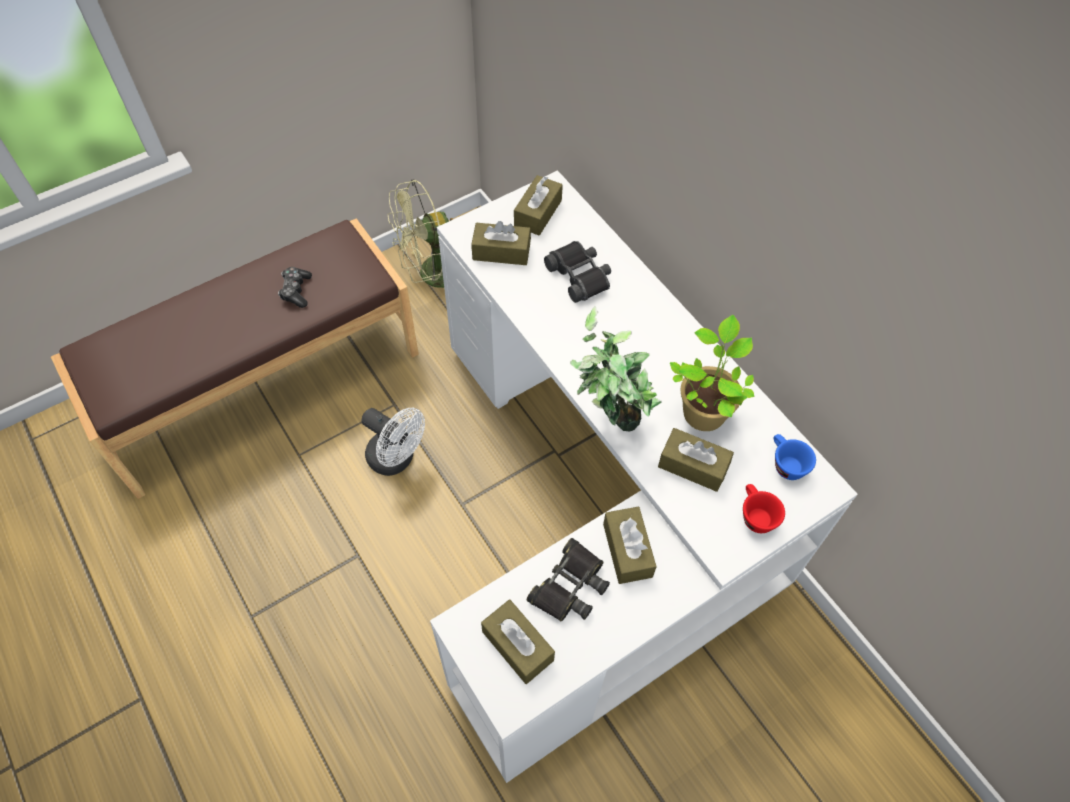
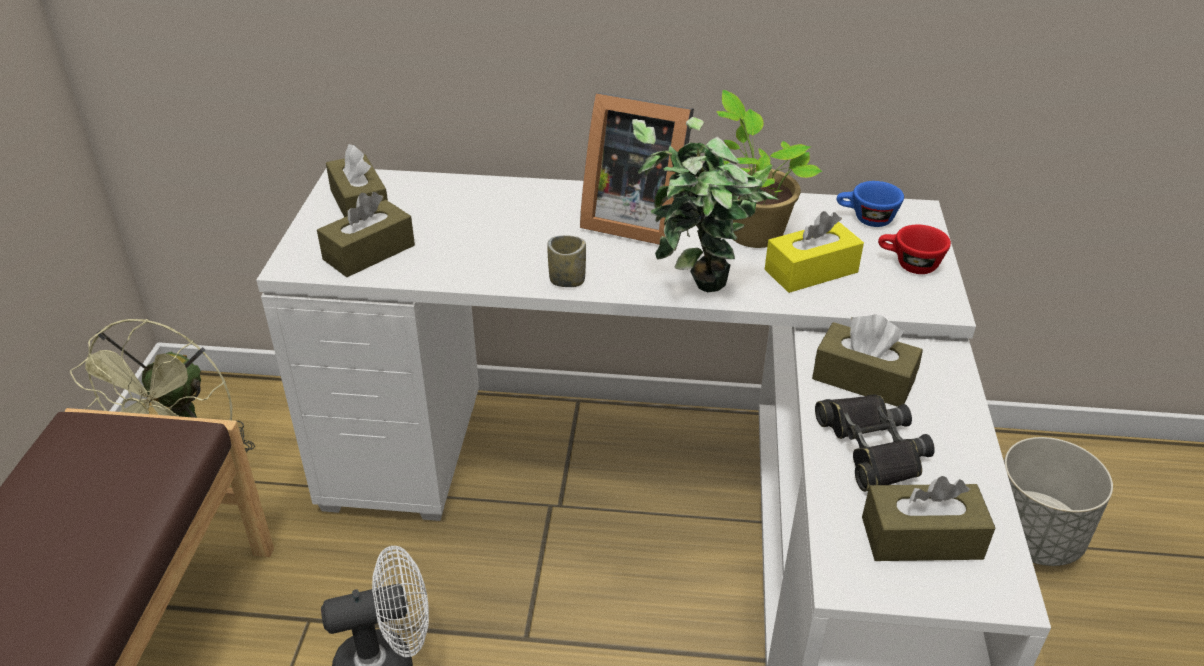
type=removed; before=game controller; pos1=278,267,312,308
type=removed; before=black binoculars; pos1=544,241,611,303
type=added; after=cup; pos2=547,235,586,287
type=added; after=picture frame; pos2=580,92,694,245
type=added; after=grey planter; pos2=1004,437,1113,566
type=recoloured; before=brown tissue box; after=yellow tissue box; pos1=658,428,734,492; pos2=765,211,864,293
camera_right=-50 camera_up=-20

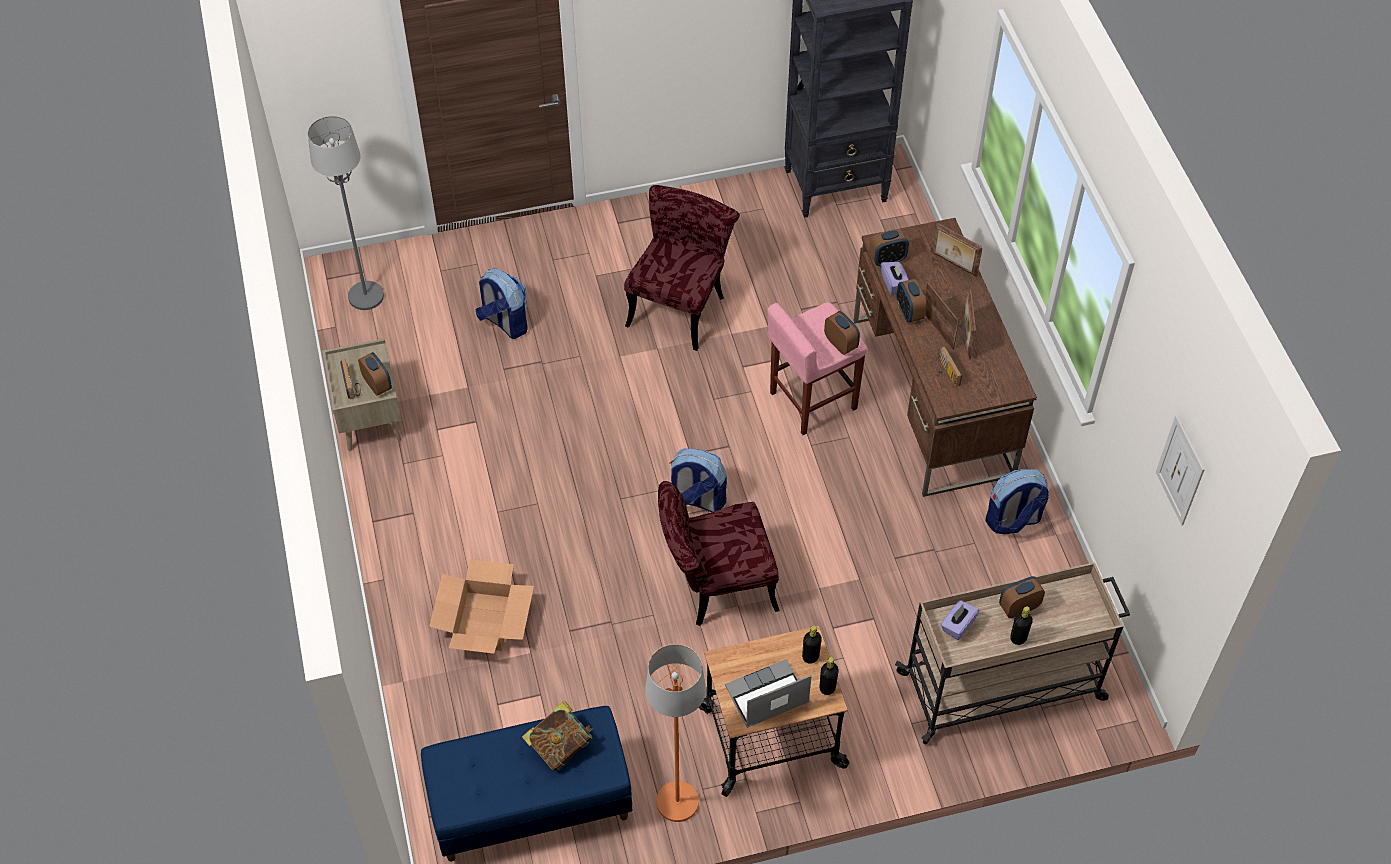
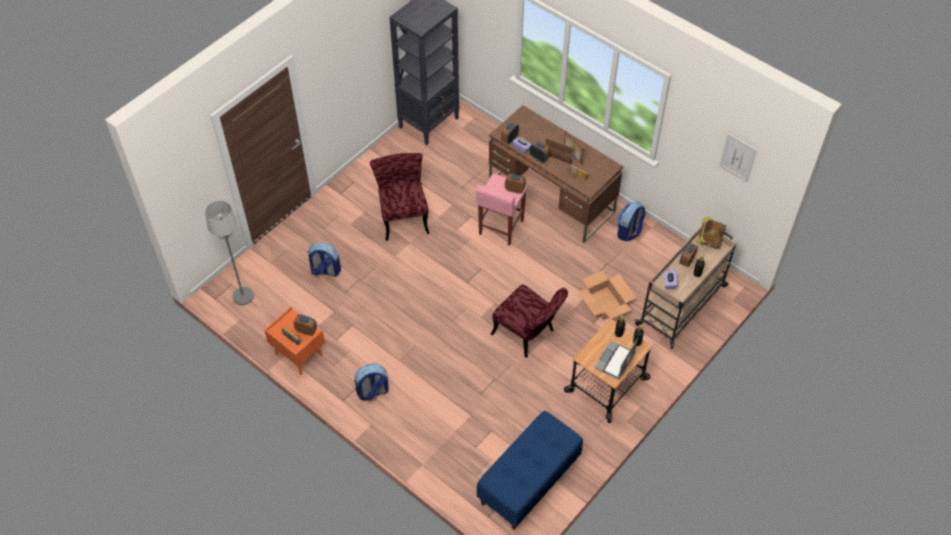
type=removed; before=orange floor lamp; pos1=645,644,706,822
type=removed; before=picture frame; pos1=931,222,983,277
type=moved; before=cardboard box; pos1=429,559,534,654; pos2=578,270,637,320
type=moved; before=book; pos1=522,701,592,771; pos2=696,217,726,249
type=moved; before=backpack; pos1=669,449,727,512; pos2=354,363,388,401
type=recoloured; before=beige nightstand; after=orange nightstand; pos1=322,338,402,451; pos2=264,307,325,375
type=turned; before=red chair; pos1=658,481,780,626; pos2=491,284,568,358; turn=-90
camera_right=-35 camera_up=0

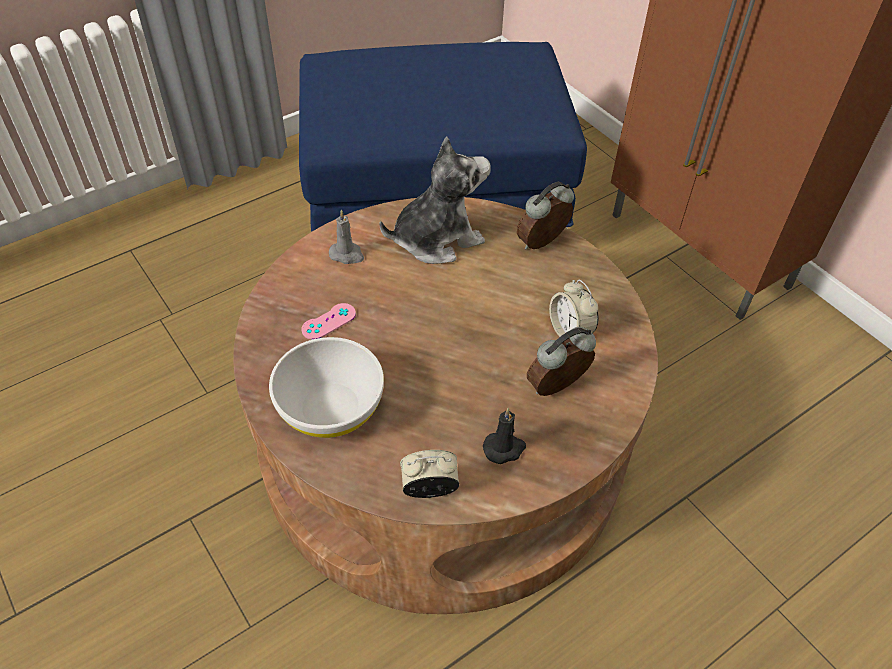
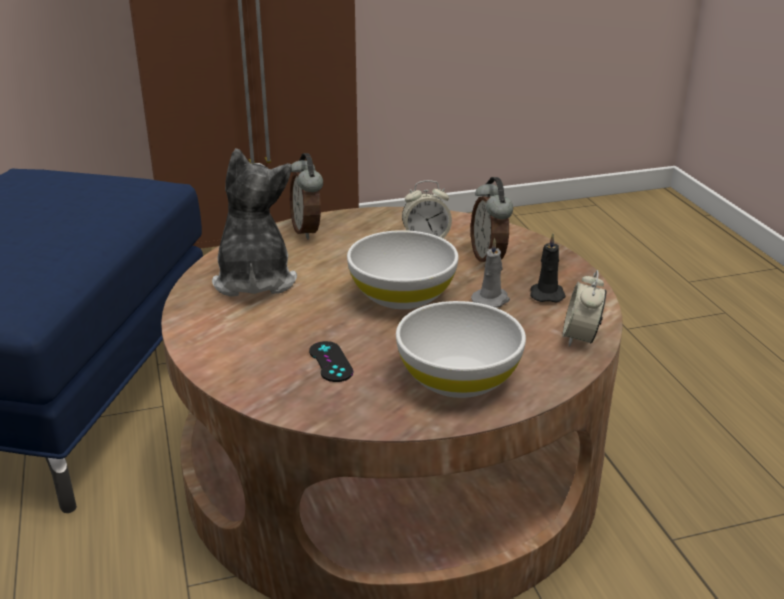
type=added; after=white bowl; pos2=347,230,459,309
type=moved; before=grey candle; pos1=329,209,364,264; pos2=471,238,510,308
type=recoloured; before=pink game controller; after=black game controller; pos1=301,303,356,340; pos2=309,341,353,382
camera_right=-70 camera_up=-20

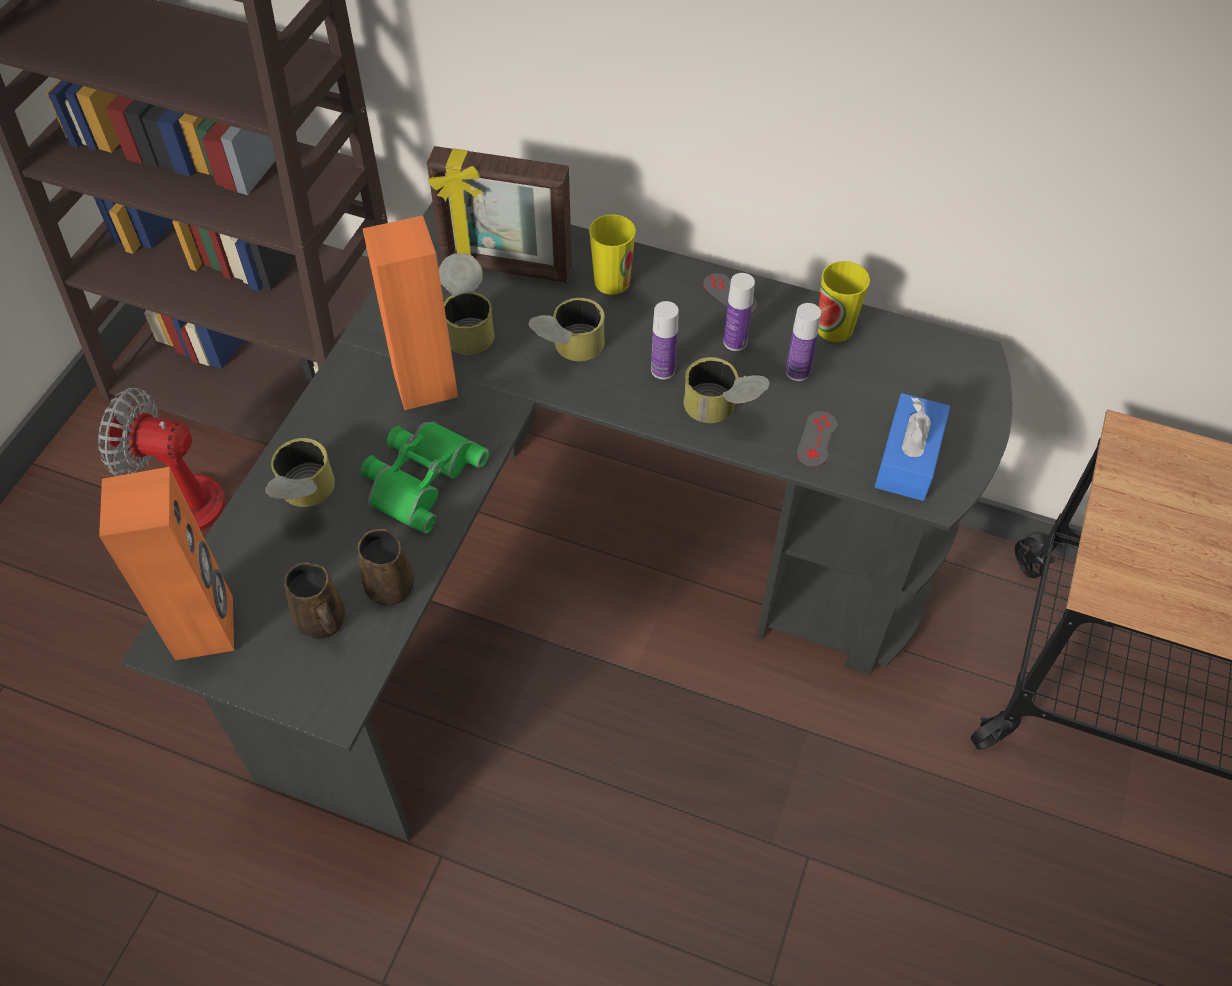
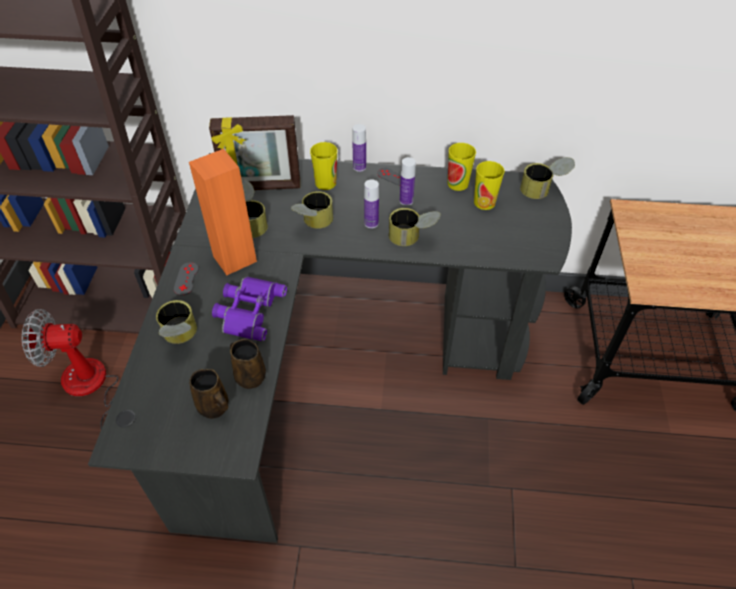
type=removed; before=orange speaker; pos1=99,467,234,661
type=removed; before=blue tissue box; pos1=875,393,950,501
type=added; after=cup; pos2=474,161,505,210
type=added; after=can; pos2=520,157,575,199
type=moved; before=bottle; pos1=786,303,821,381; pos2=352,124,366,172
type=moved; before=grey game controller; pos1=797,411,838,467; pos2=174,262,199,296
type=recoloured; before=green binoculars; after=purple binoculars; pos1=360,422,490,534; pos2=212,277,287,341
camera_right=-15 camera_up=-5

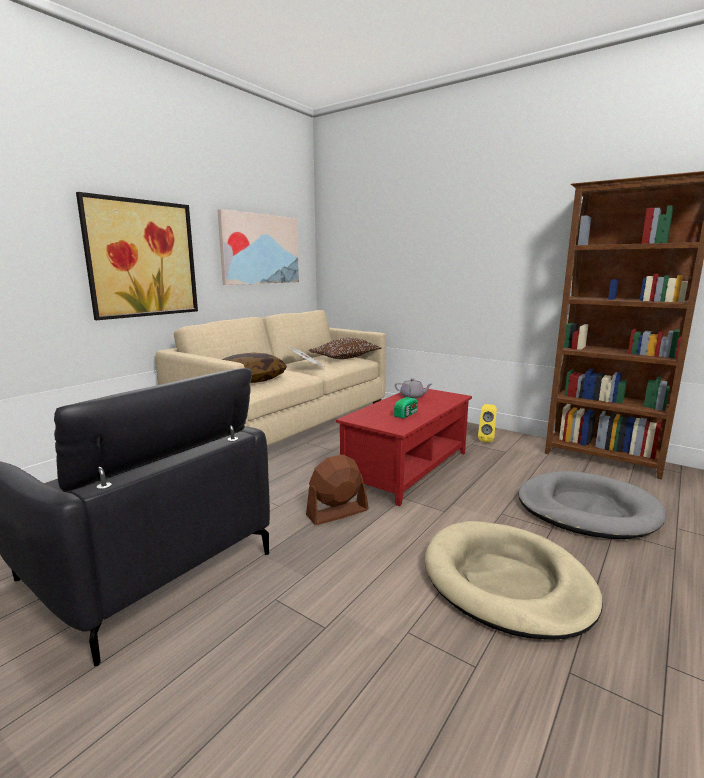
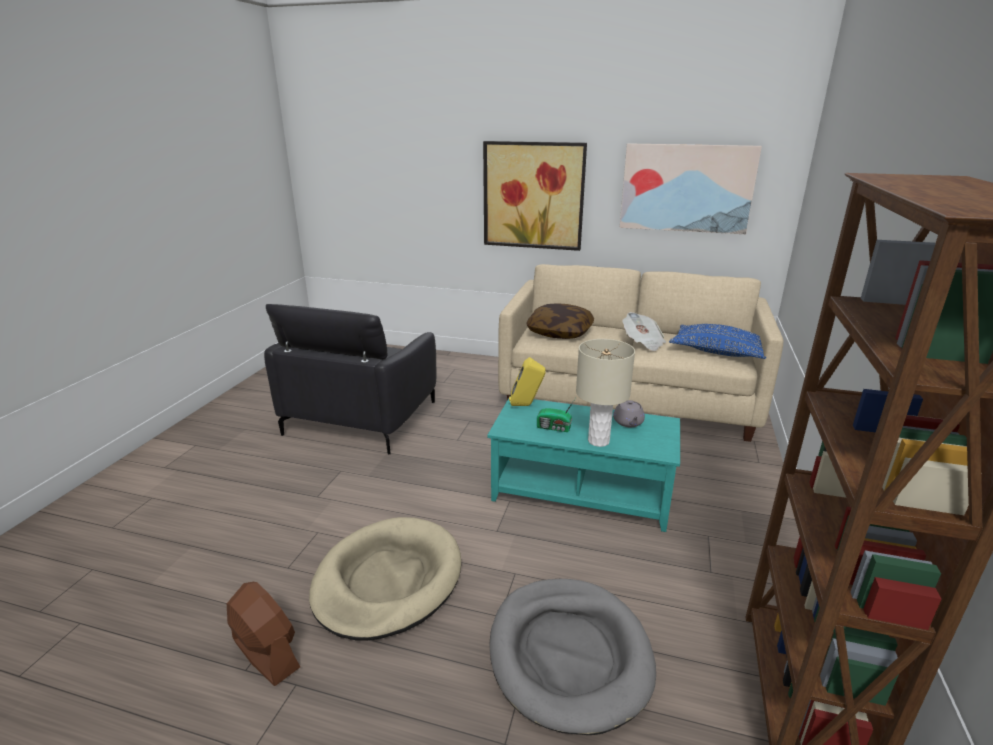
type=added; after=beige table lamp; pos2=576,339,635,447
type=moved; before=brown fan; pos1=306,455,369,525; pos2=227,582,300,686
type=moved; before=yellow speaker; pos1=478,404,497,442; pos2=509,357,546,406
type=recoloured; before=brown pillow; after=blue pillow; pos1=309,338,382,359; pos2=669,324,766,359
type=recoloured; before=red coffee table; after=turquoise coffee table; pos1=336,388,472,506; pos2=487,396,680,532
camera_right=70 camera_up=10

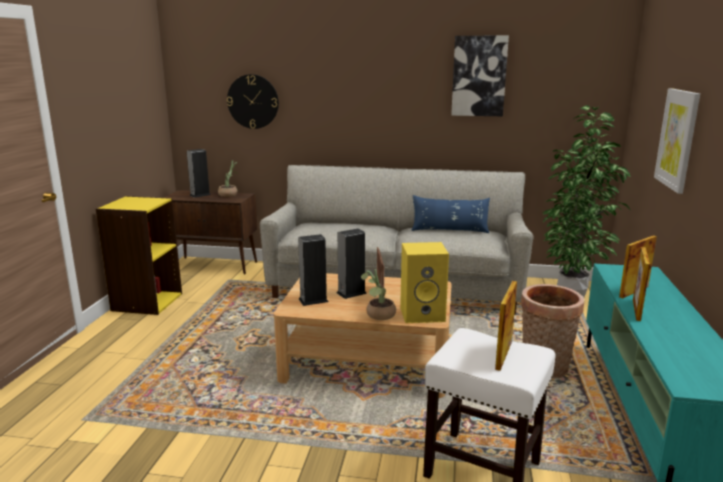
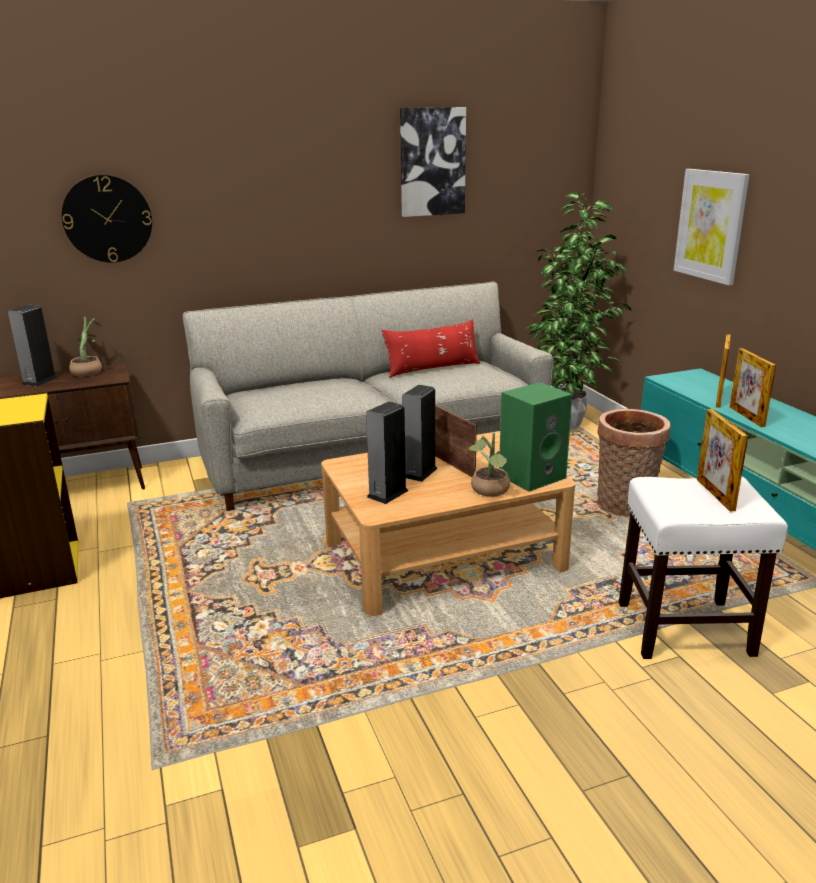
type=recoloured; before=yellow speaker; after=green speaker; pos1=400,242,449,323; pos2=499,382,572,492
type=recoloured; before=blue pillow; after=red pillow; pos1=411,195,490,233; pos2=382,319,480,378
camera_right=-30 camera_up=5

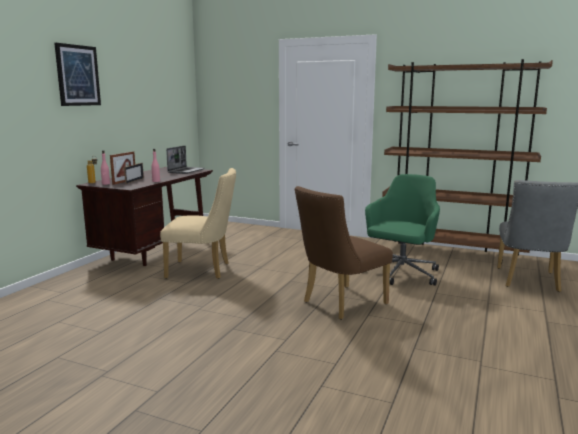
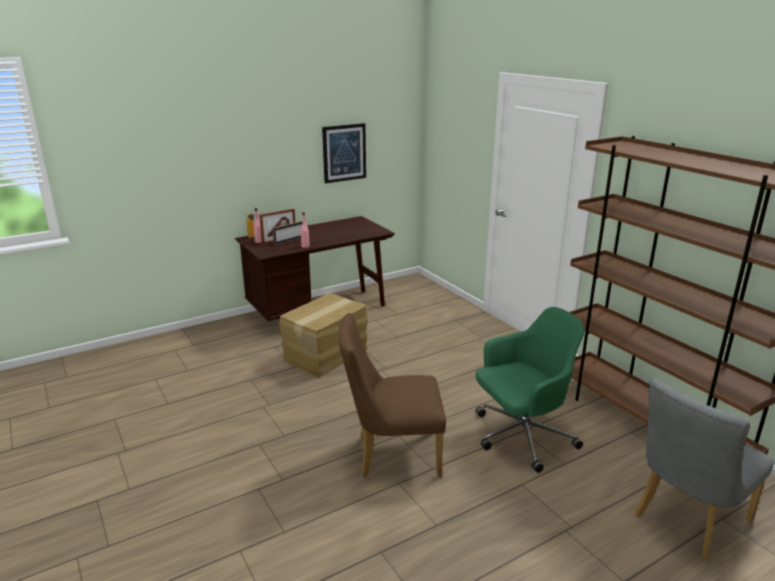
type=removed; before=laptop; pos1=166,146,205,174
type=moved; before=picture; pos1=54,43,101,106; pos2=322,123,366,183
type=replaced; before=beige chair; after=cardboard box; pos1=160,168,236,279; pos2=279,293,368,377
camera_right=35 camera_up=10

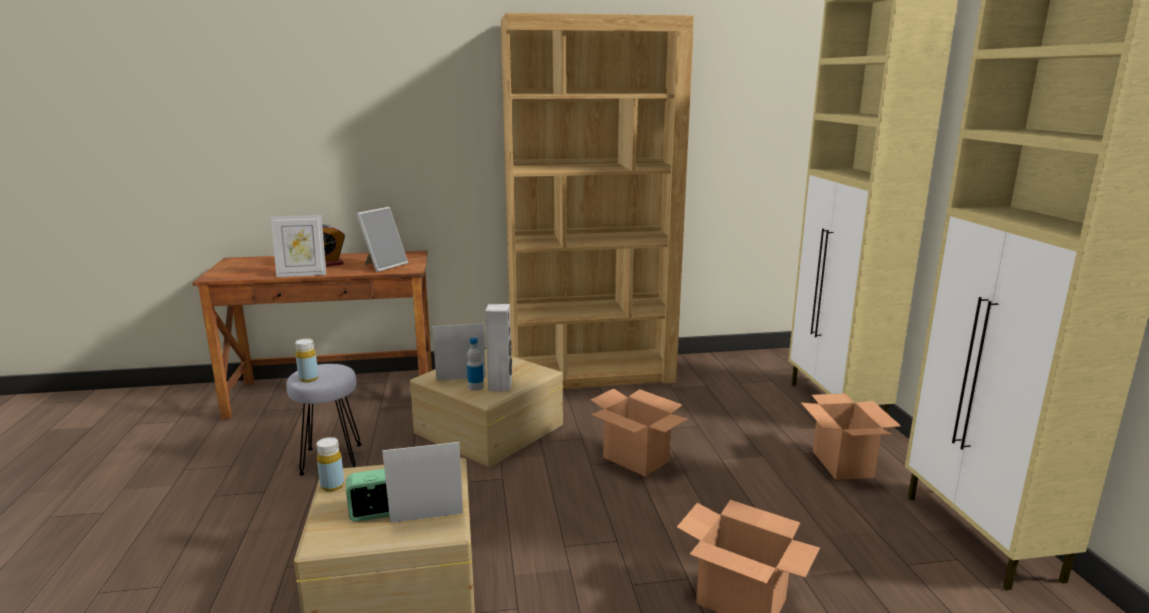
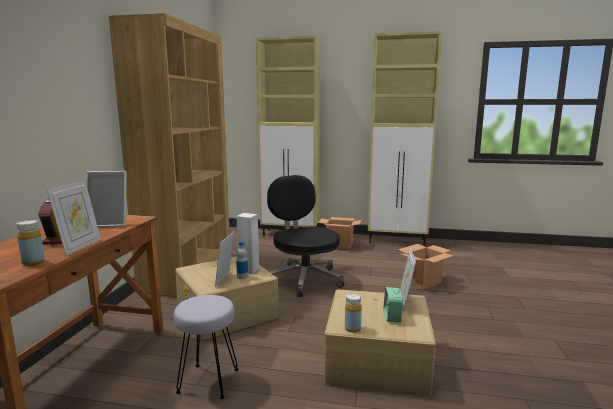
type=moved; before=yellow bottle; pos1=295,339,319,383; pos2=17,220,45,266
type=replaced; before=cardboard box; after=black office chair; pos1=590,389,687,477; pos2=267,175,344,297
type=turned; before=picture frame; pos1=357,207,408,272; pos2=86,171,127,227; turn=120
camera_right=-70 camera_up=-5

